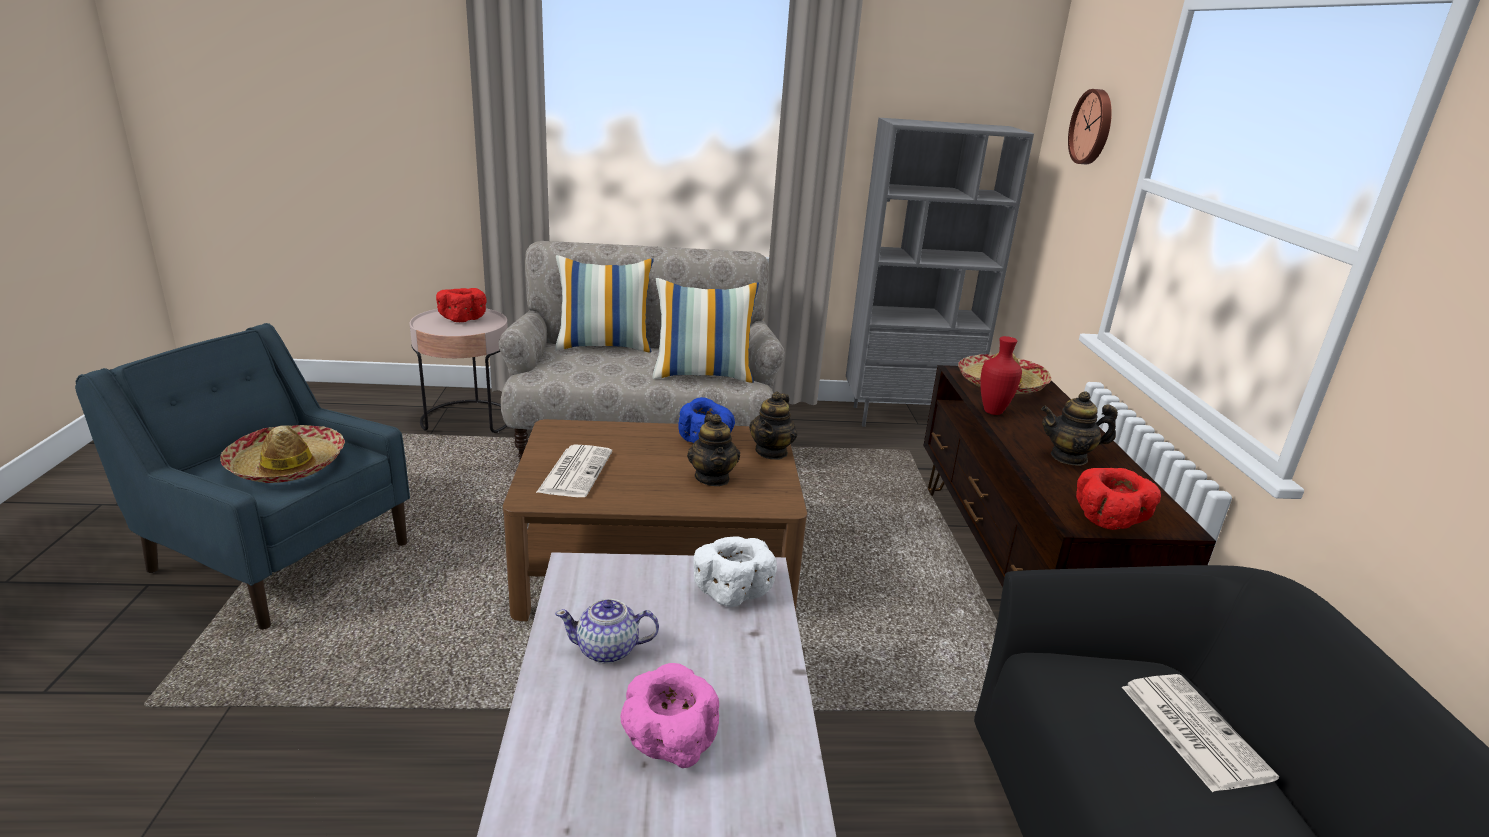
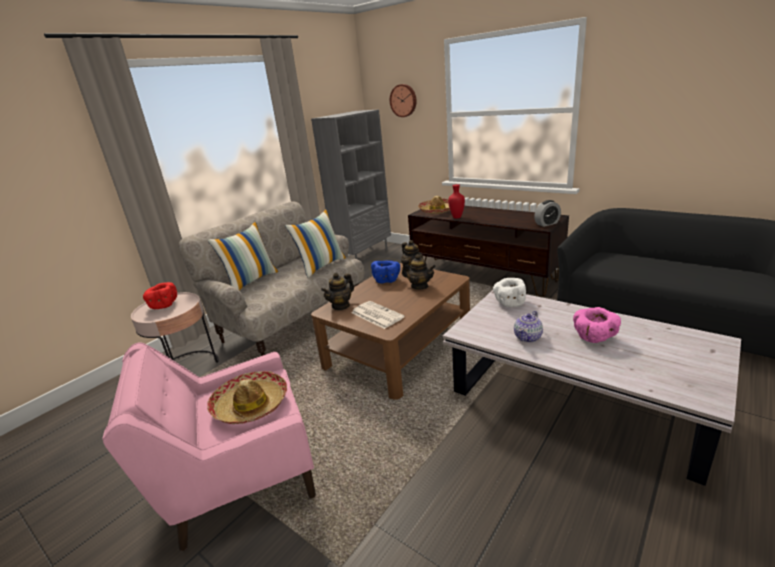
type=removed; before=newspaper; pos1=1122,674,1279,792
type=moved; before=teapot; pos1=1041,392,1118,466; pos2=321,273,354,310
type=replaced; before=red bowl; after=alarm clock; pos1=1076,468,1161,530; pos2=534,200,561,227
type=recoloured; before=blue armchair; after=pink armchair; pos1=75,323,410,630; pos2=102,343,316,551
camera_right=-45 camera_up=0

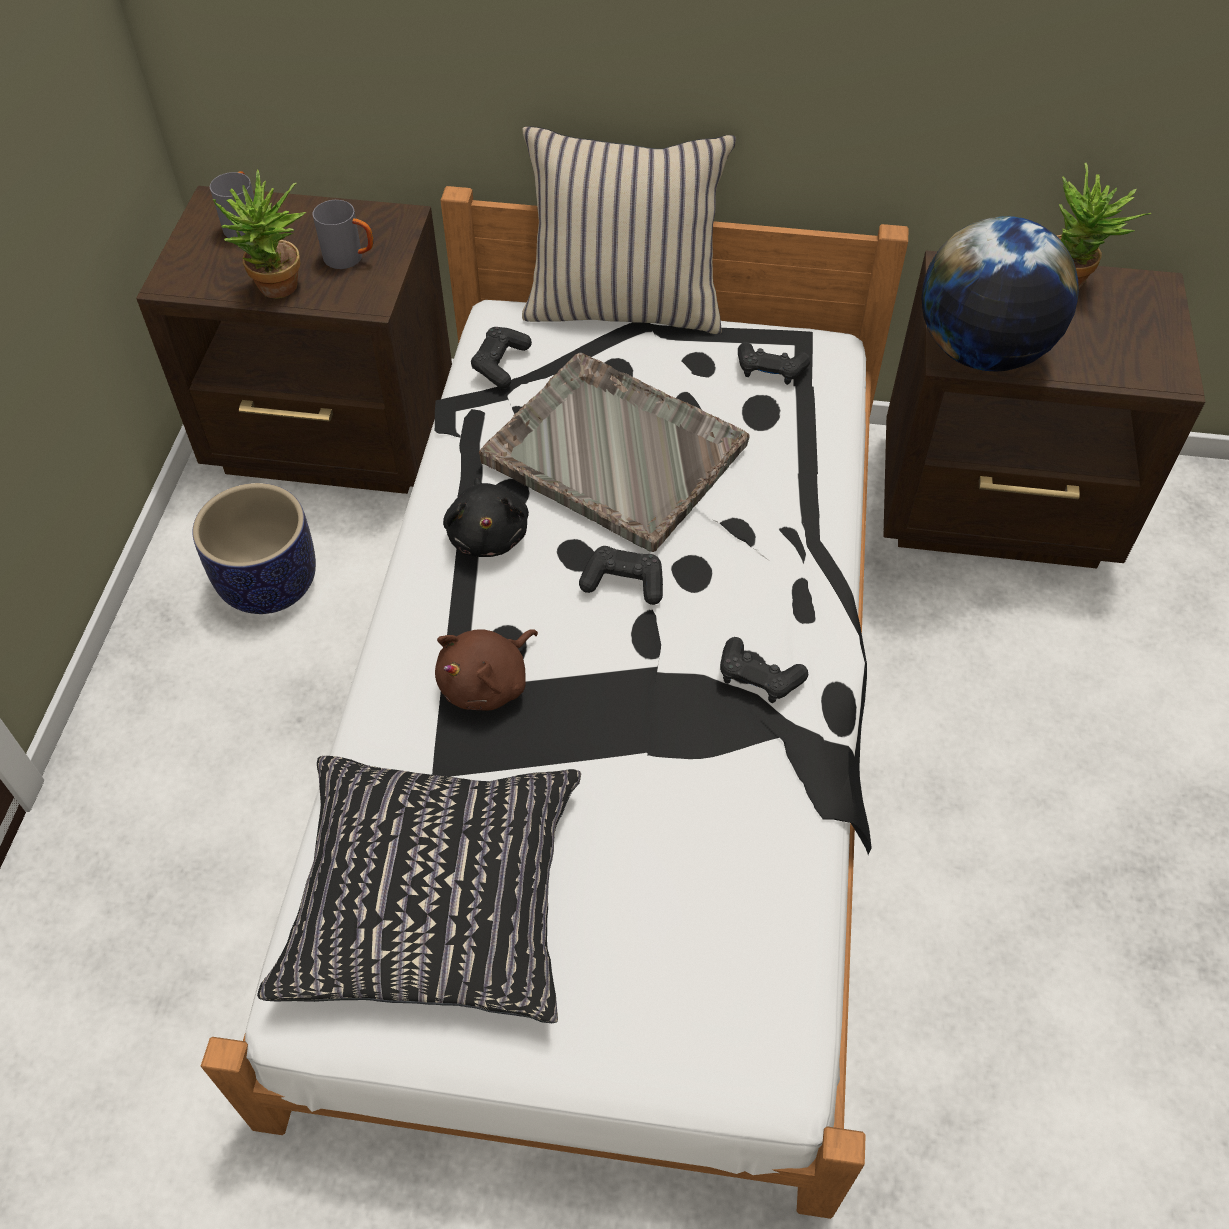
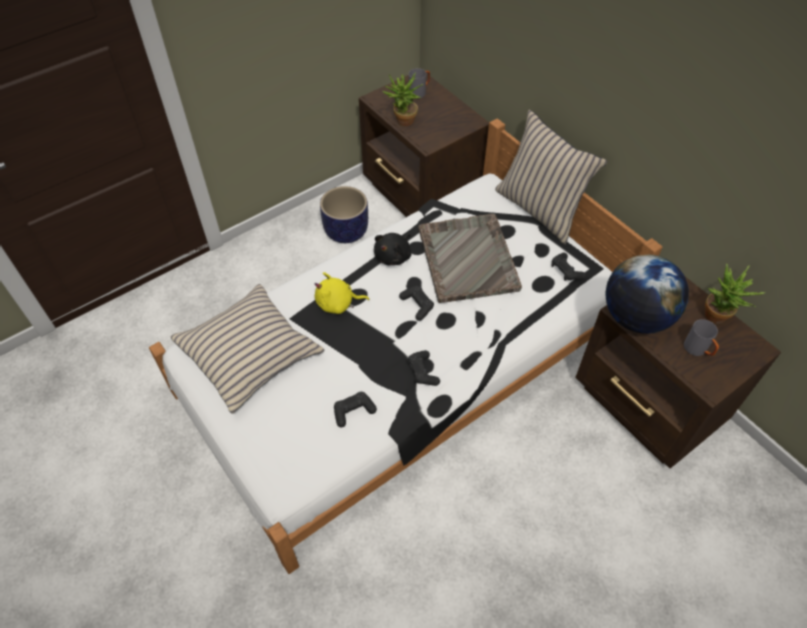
type=moved; before=grey mug; pos1=313,200,374,269; pos2=684,319,719,356
type=moved; before=black game controller; pos1=471,327,532,388; pos2=334,392,377,428
type=recoloured; before=black pillow; after=beige pillow; pos1=257,756,581,1023; pos2=171,284,324,414
type=recoloured; before=brown plush toy; after=yellow plush toy; pos1=435,629,538,710; pos2=315,272,369,314
camera_right=45 camera_up=0

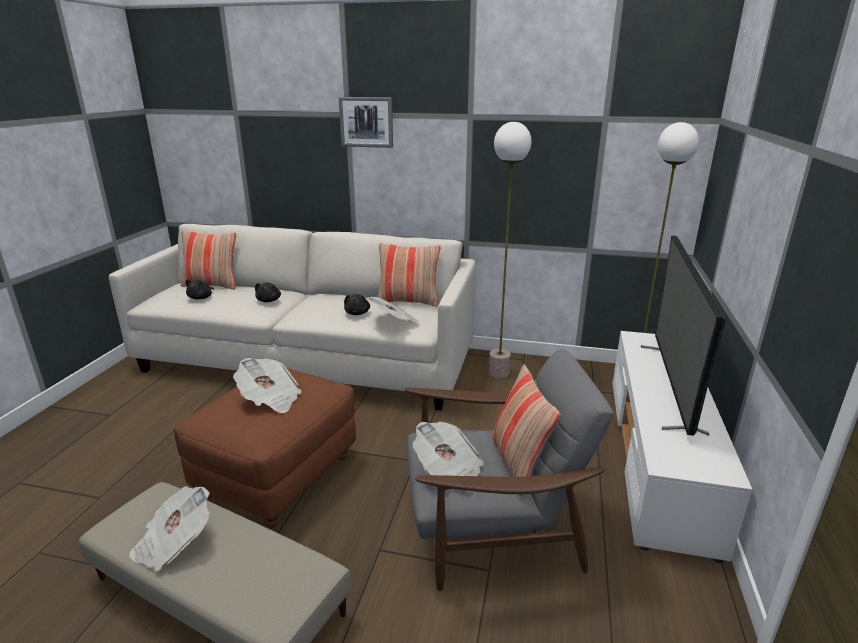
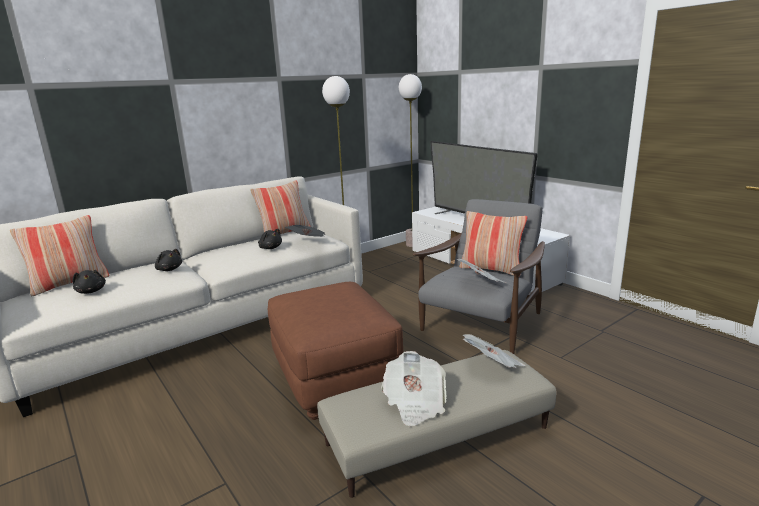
type=removed; before=picture; pos1=339,97,393,148
type=moved; before=newspaper; pos1=233,358,302,413; pos2=462,334,526,368
camera_right=-50 camera_up=-5

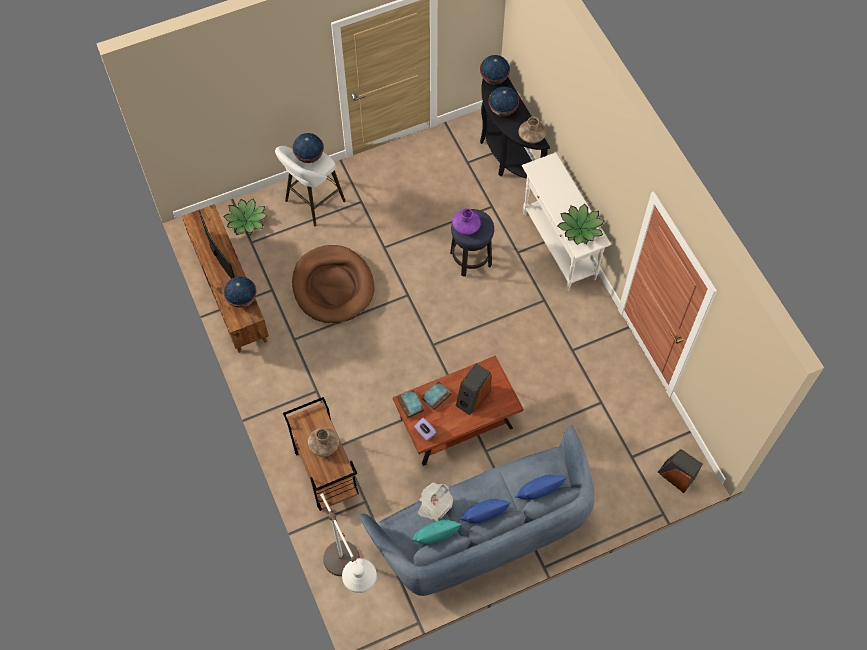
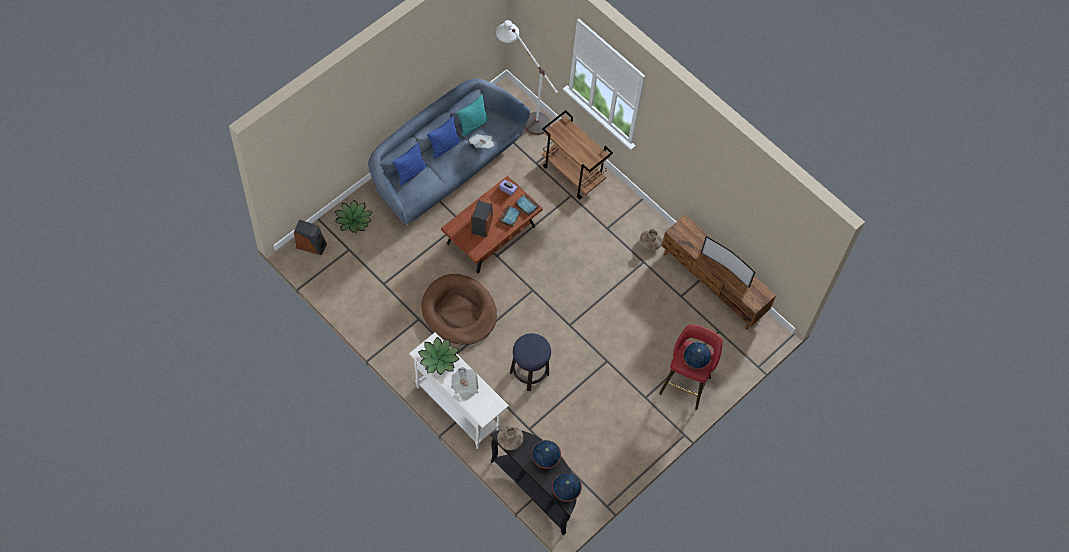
type=removed; before=globe; pos1=224,276,256,308
type=removed; before=purple vase; pos1=452,208,481,235
type=added; after=newspaper; pos2=451,367,479,402
type=moved; before=potted plant; pos1=223,199,267,235; pos2=335,200,372,233
type=moved; before=brown dog bed; pos1=292,245,374,323; pos2=421,274,497,345
type=moved; before=brown vase; pos1=308,428,339,457; pos2=640,229,663,251
type=recoloured; before=white stool; after=red stool; pos1=275,146,346,226; pos2=659,325,723,410
camera_right=155 camera_up=0

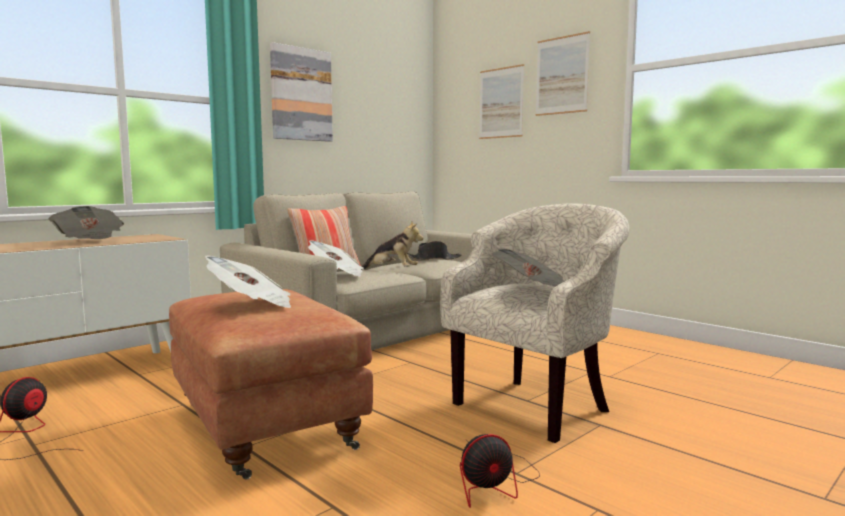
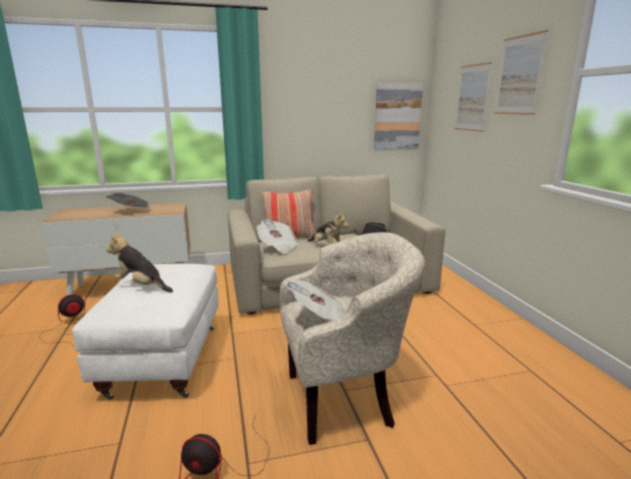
type=moved; before=picture; pos1=270,42,333,142; pos2=374,83,423,150
type=replaced; before=newspaper; after=plush toy; pos1=205,255,291,308; pos2=106,232,173,293
type=recoloured; before=brown ottoman; after=white ottoman; pos1=169,289,373,480; pos2=72,264,218,400
camera_right=30 camera_up=10

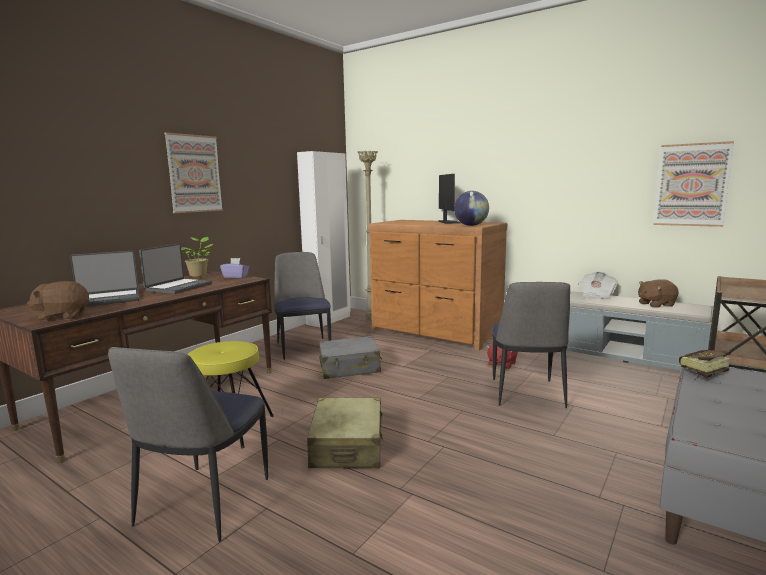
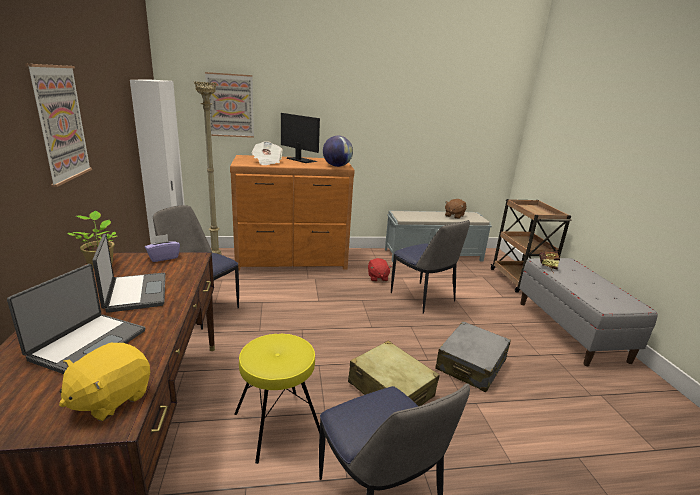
type=moved; before=grey suitcase; pos1=319,336,382,379; pos2=435,321,511,392
type=moved; before=newspaper; pos1=578,272,618,300; pos2=252,141,283,165
type=moved; before=picture; pos1=653,141,734,227; pos2=205,72,254,138
type=recoloured; before=brown plush toy; after=yellow plush toy; pos1=27,281,89,321; pos2=59,343,150,421
camera_right=-45 camera_up=10

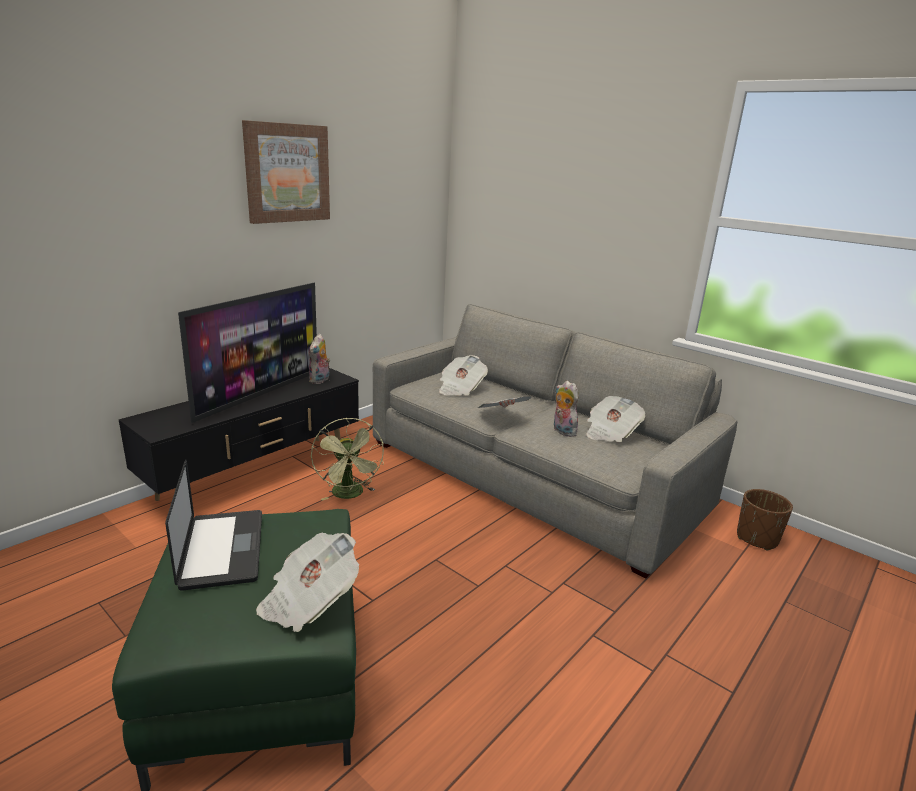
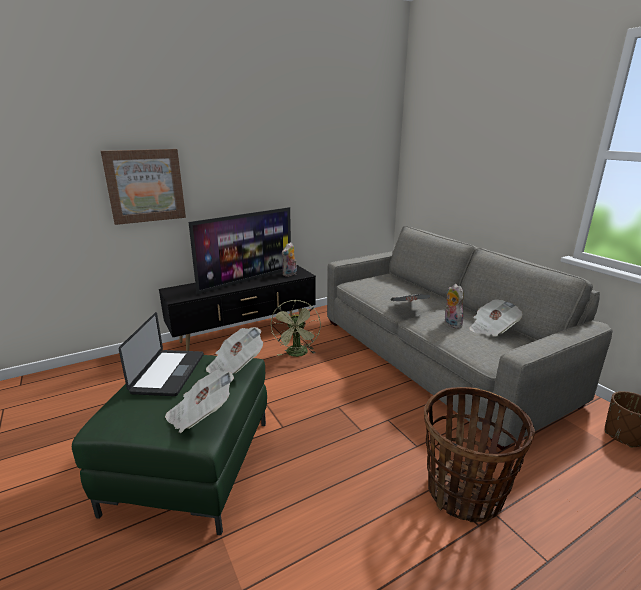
type=added; after=basket; pos2=424,387,535,522
type=moved; before=picture; pos1=242,120,330,224; pos2=101,149,186,225
type=moved; before=newspaper; pos1=439,355,488,396; pos2=206,327,263,374
camera_right=20 camera_up=0

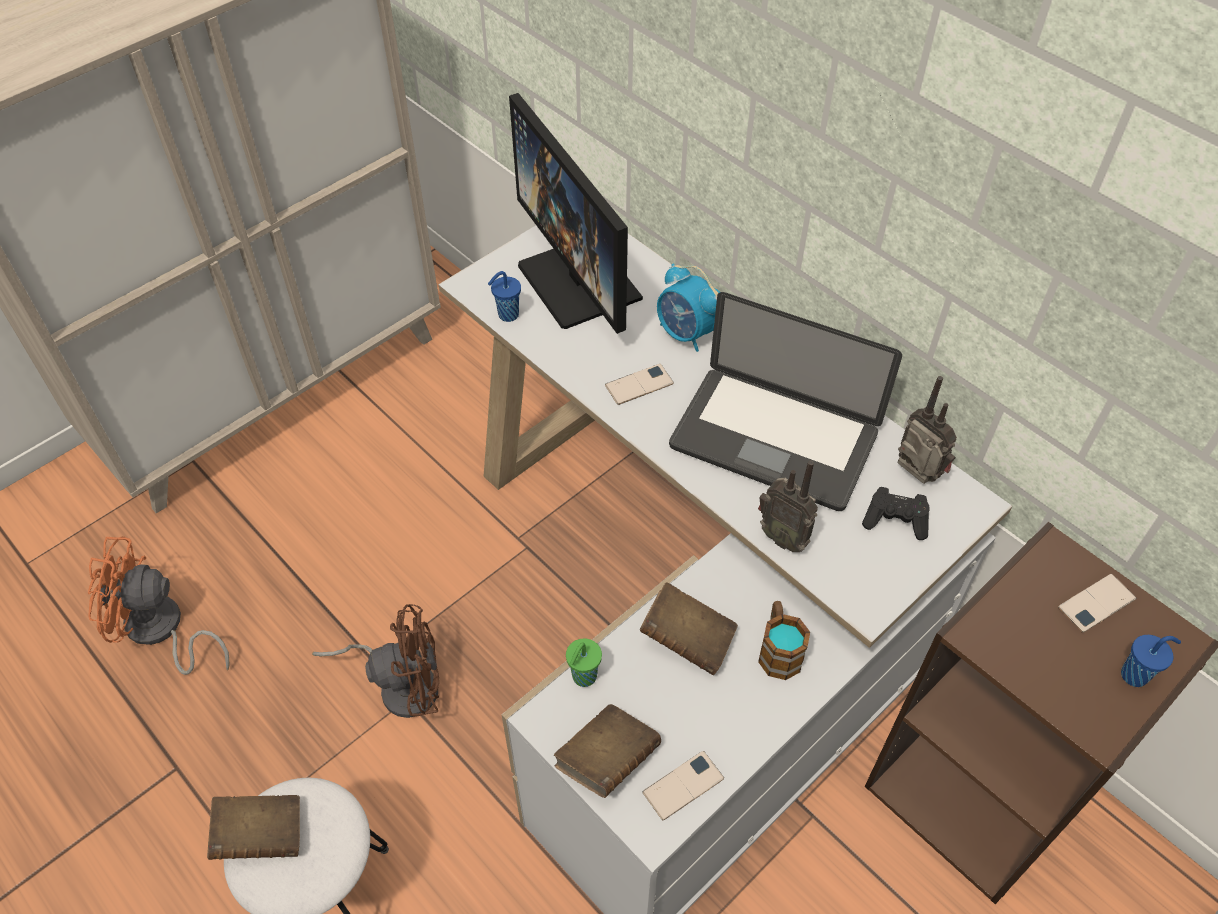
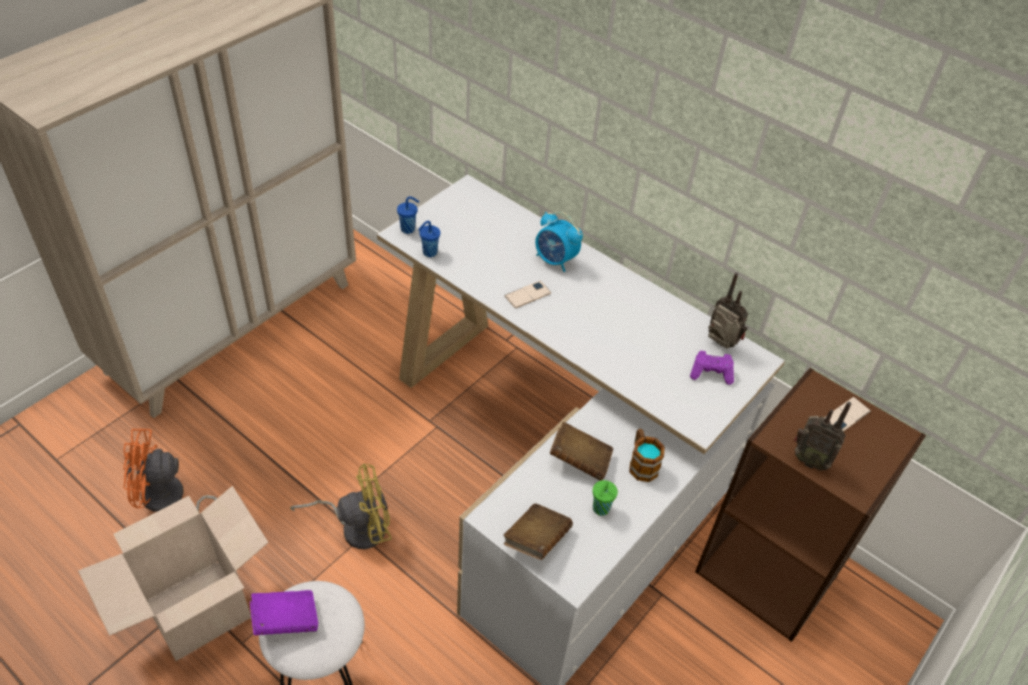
type=removed; before=monitor; pos1=509,93,643,334
type=removed; before=phone; pos1=642,751,724,820
type=removed; before=laptop; pos1=669,292,902,511
type=added; after=cardboard box; pos2=78,486,269,661
type=moved; before=green cup; pos1=566,638,602,687; pos2=593,480,618,516
type=moved; before=radio; pos1=758,460,818,552; pos2=794,402,851,470
type=moved; before=blue cup; pos1=1121,635,1181,687; pos2=397,196,419,234
type=recoloured; before=brown book; after=purple book; pos1=207,795,300,860; pos2=250,590,318,636
type=recoloured; before=brown fan; after=yellow fan; pos1=312,604,439,718; pos2=290,464,392,549
type=recoloured; before=black game controller; after=purple game controller; pos1=862,487,930,540; pos2=690,351,734,385
camera_right=-10 camera_up=-5

